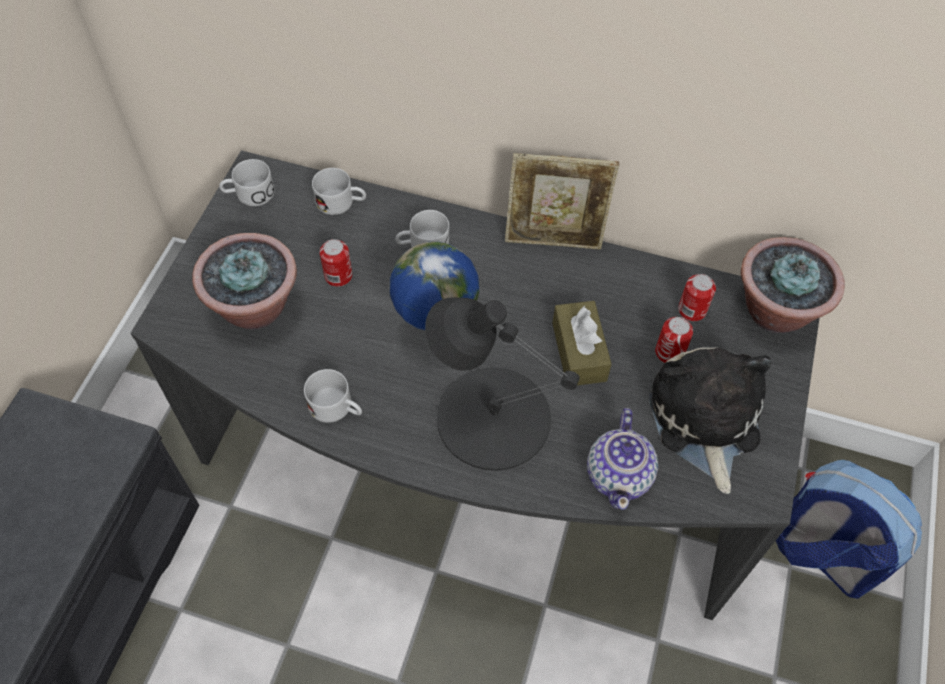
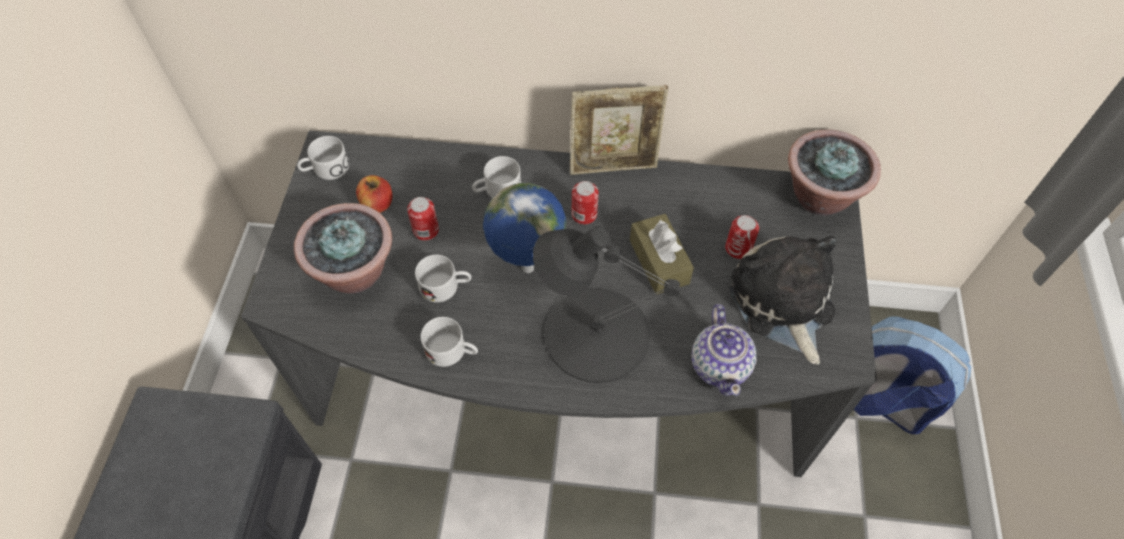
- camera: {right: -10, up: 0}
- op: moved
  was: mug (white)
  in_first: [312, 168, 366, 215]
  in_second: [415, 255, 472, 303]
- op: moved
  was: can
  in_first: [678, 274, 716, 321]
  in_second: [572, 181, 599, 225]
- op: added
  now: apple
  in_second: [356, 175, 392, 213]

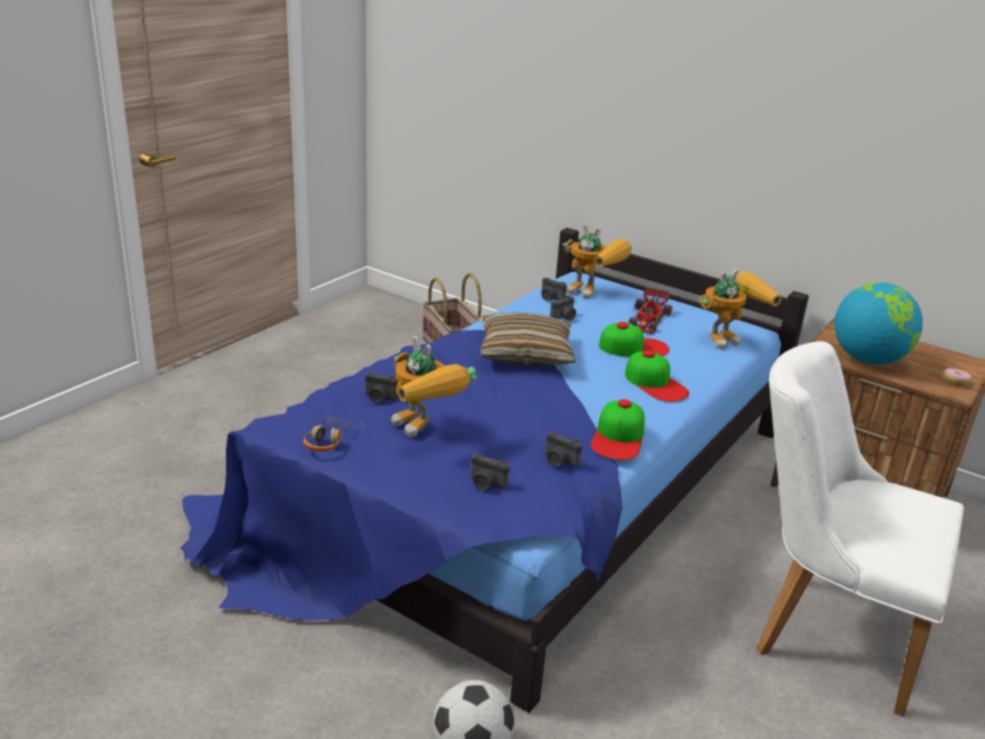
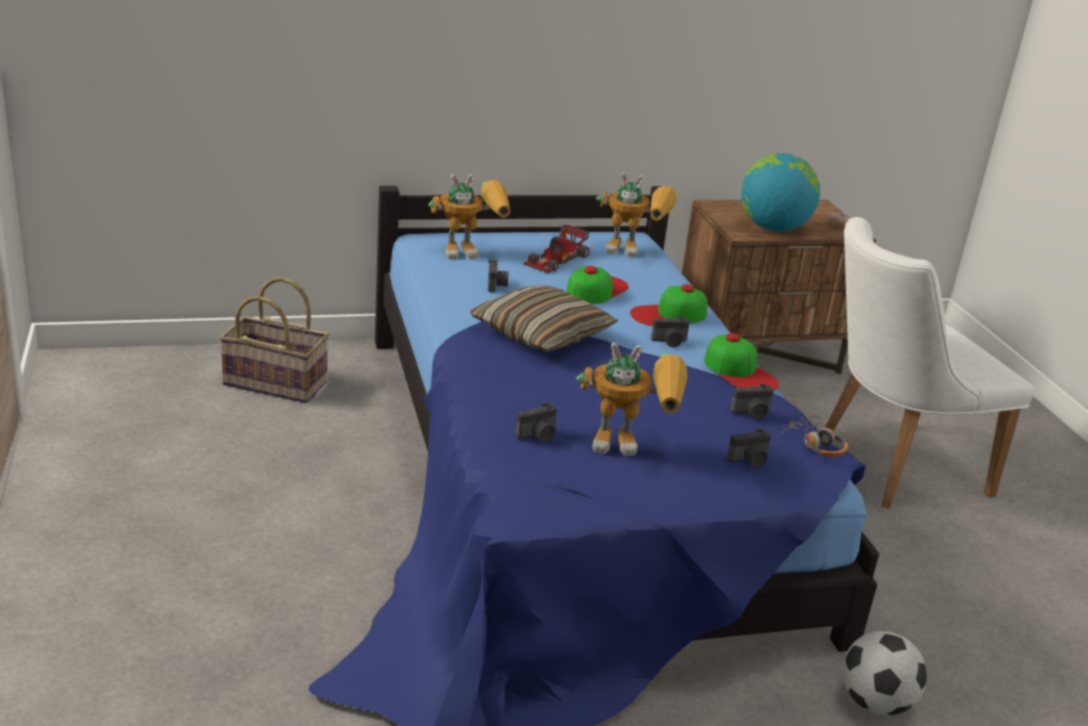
- camera: {right: -50, up: 0}
- op: turned
  was: toy robot
  in_first: [700, 269, 782, 349]
  in_second: [596, 173, 677, 257]
  clockwise: 90
- op: moved
  was: photo camera
  in_first: [541, 277, 567, 301]
  in_second: [651, 316, 690, 347]
- op: turned
  was: toy car
  in_first: [629, 287, 673, 334]
  in_second: [523, 224, 590, 273]
  clockwise: 60
- op: turned
  was: cap
  in_first: [625, 350, 689, 402]
  in_second: [630, 284, 708, 326]
  clockwise: 150
- op: moved
  was: headphones
  in_first: [303, 416, 364, 452]
  in_second: [781, 416, 848, 457]

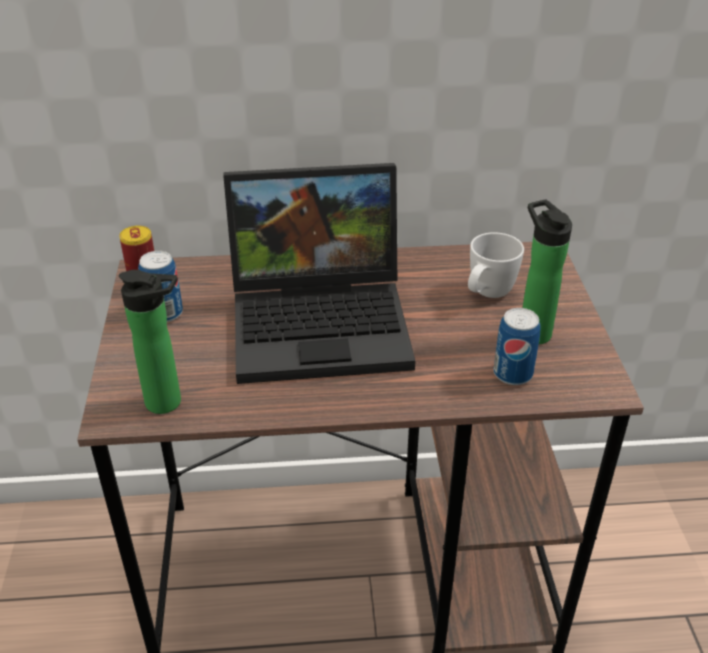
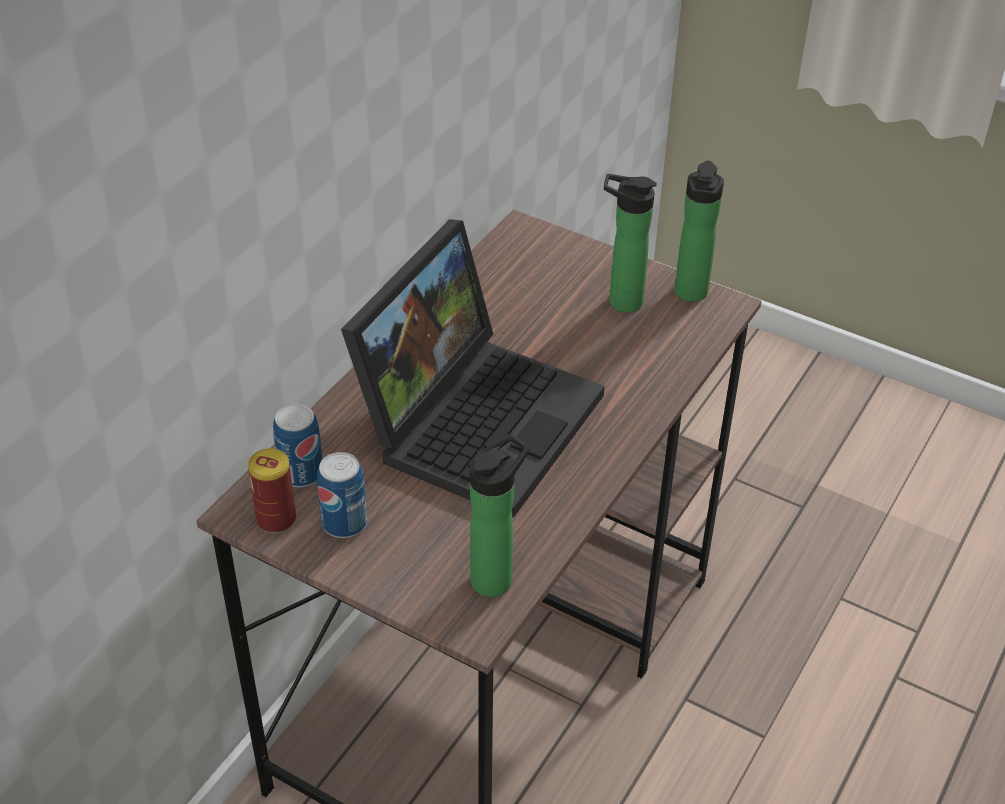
- camera: {right: -55, up: 5}
- op: removed
  was: mug (white)
  in_first: [468, 232, 524, 298]
- op: moved
  was: can
  in_first: [493, 308, 541, 385]
  in_second: [273, 403, 322, 487]
- op: added
  now: bottle
  in_second: [675, 160, 724, 302]

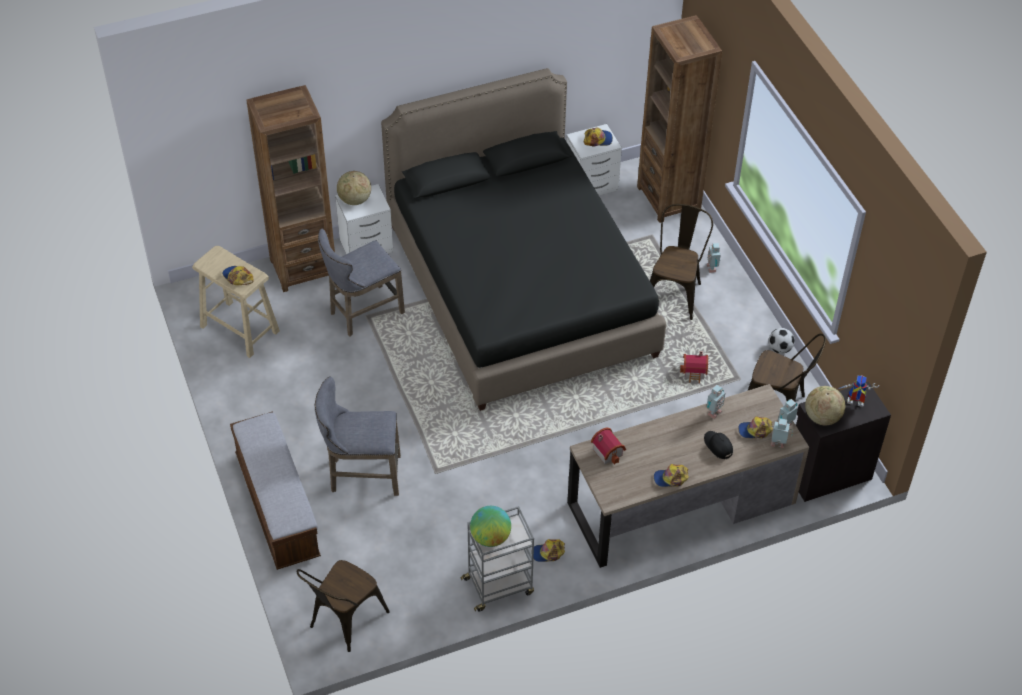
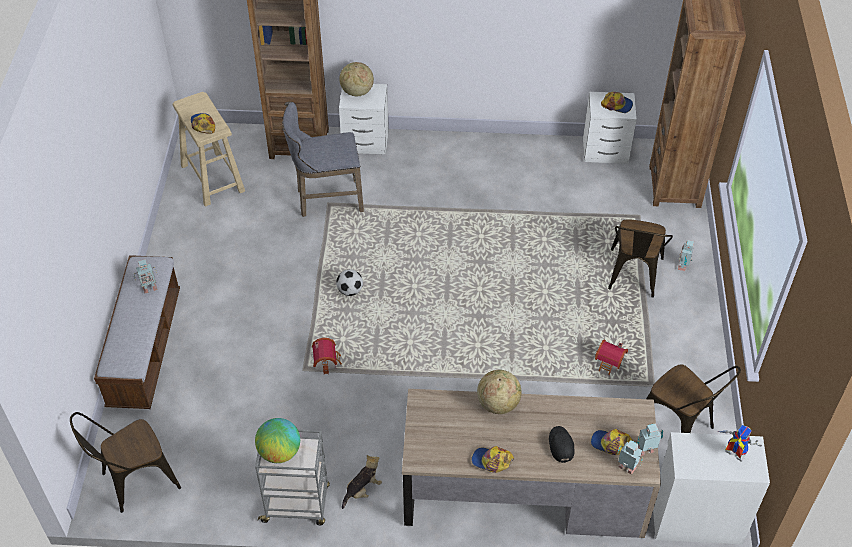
- camera: {right: 25, up: 0}
- op: removed
  was: bed (black)
  in_first: [381, 68, 666, 411]
- op: turned
  was: chair (brown)
  in_first: [650, 204, 713, 320]
  in_second: [608, 219, 673, 298]
  clockwise: 150
- op: moved
  was: football
  in_first: [769, 328, 795, 354]
  in_second: [336, 269, 363, 296]
- op: removed
  was: stool (grey)
  in_first: [315, 376, 401, 496]
- op: recoloured
  was: cabinet (black)
  now: cabinet (white)
  in_first: [796, 382, 891, 502]
  in_second: [653, 432, 770, 544]
- op: moved
  was: toy robot
  in_first: [706, 385, 725, 419]
  in_second: [134, 259, 158, 293]
- op: moved
  was: globe
  in_first: [805, 386, 845, 426]
  in_second: [477, 370, 522, 414]
- op: moved
  was: toy house
  in_first: [591, 427, 626, 465]
  in_second: [312, 338, 342, 374]
- op: replaced
  was: cap
  now: plush toy
  in_first: [531, 539, 565, 562]
  in_second: [342, 455, 382, 509]

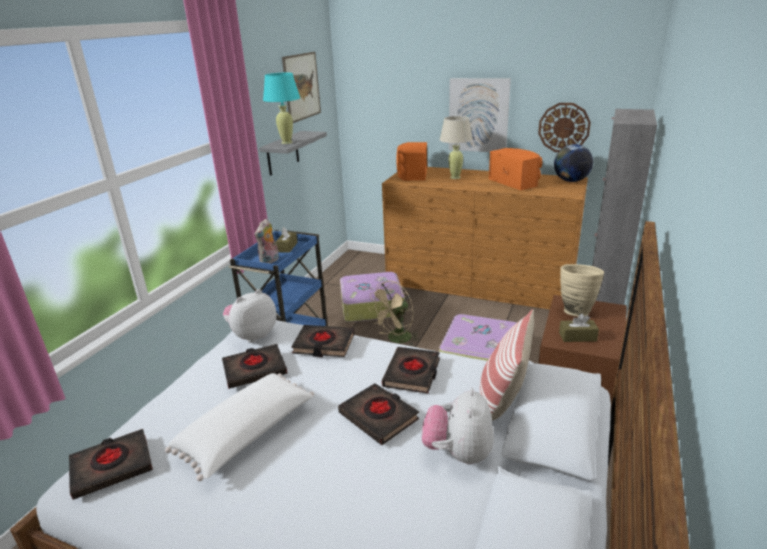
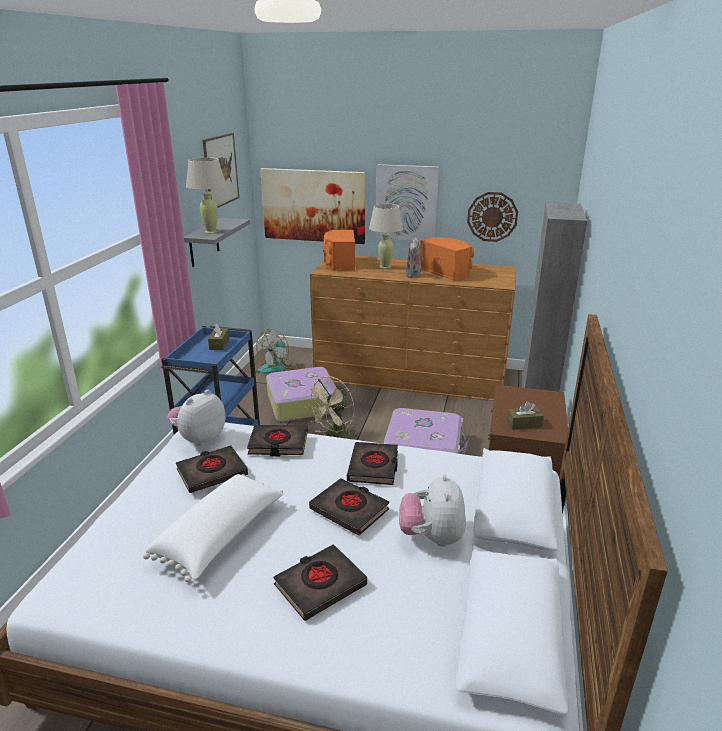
- camera: {right: -10, up: 0}
- op: recoloured
  was: table lamp (turquoise)
  now: table lamp (beige)
  in_first: [263, 73, 300, 144]
  in_second: [186, 157, 226, 234]
- op: removed
  was: globe
  in_first: [554, 144, 593, 182]
- op: moved
  was: plush toy
  in_first: [254, 219, 279, 264]
  in_second: [406, 237, 423, 278]
- op: removed
  was: vase (beige)
  in_first: [560, 264, 604, 316]
- op: removed
  was: pillow
  in_first: [480, 309, 534, 421]
- op: moved
  was: book (black)
  in_first: [69, 429, 153, 500]
  in_second: [273, 544, 367, 621]
- op: added
  now: picture
  in_second: [260, 168, 365, 244]
- op: added
  now: fan
  in_second: [256, 329, 292, 374]

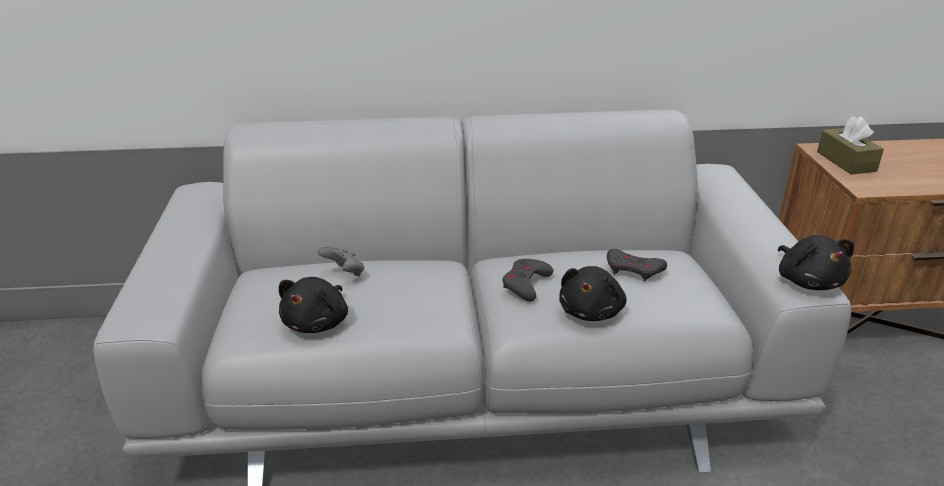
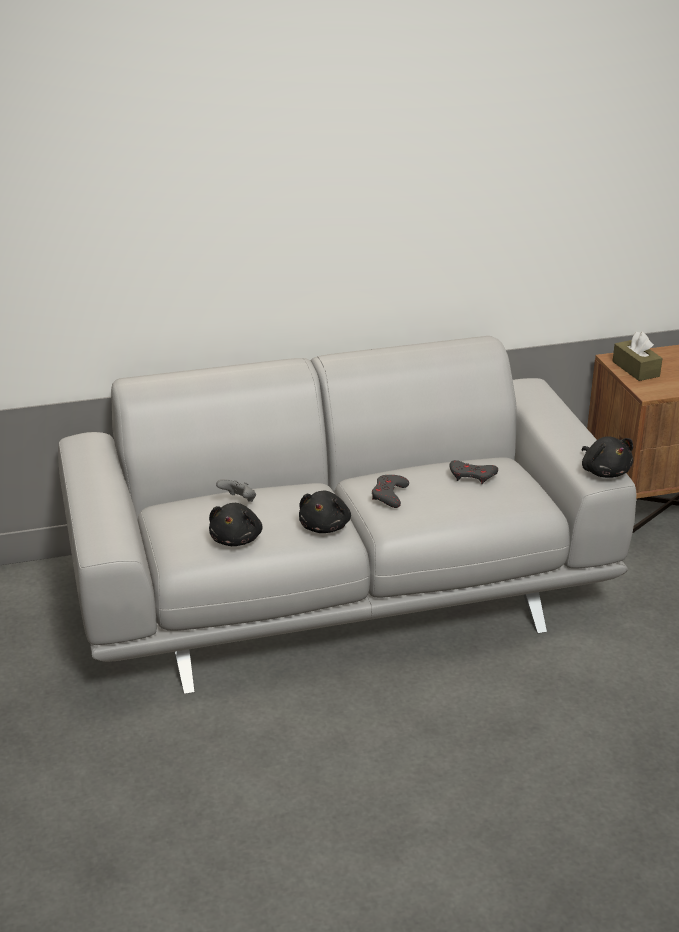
- camera: {right: -10, up: 0}
- op: moved
  was: plush toy (black)
  in_first: [559, 266, 627, 321]
  in_second: [299, 491, 351, 533]

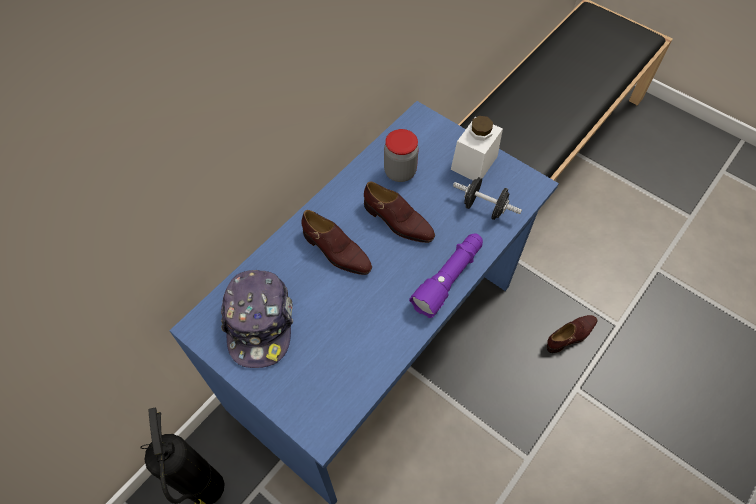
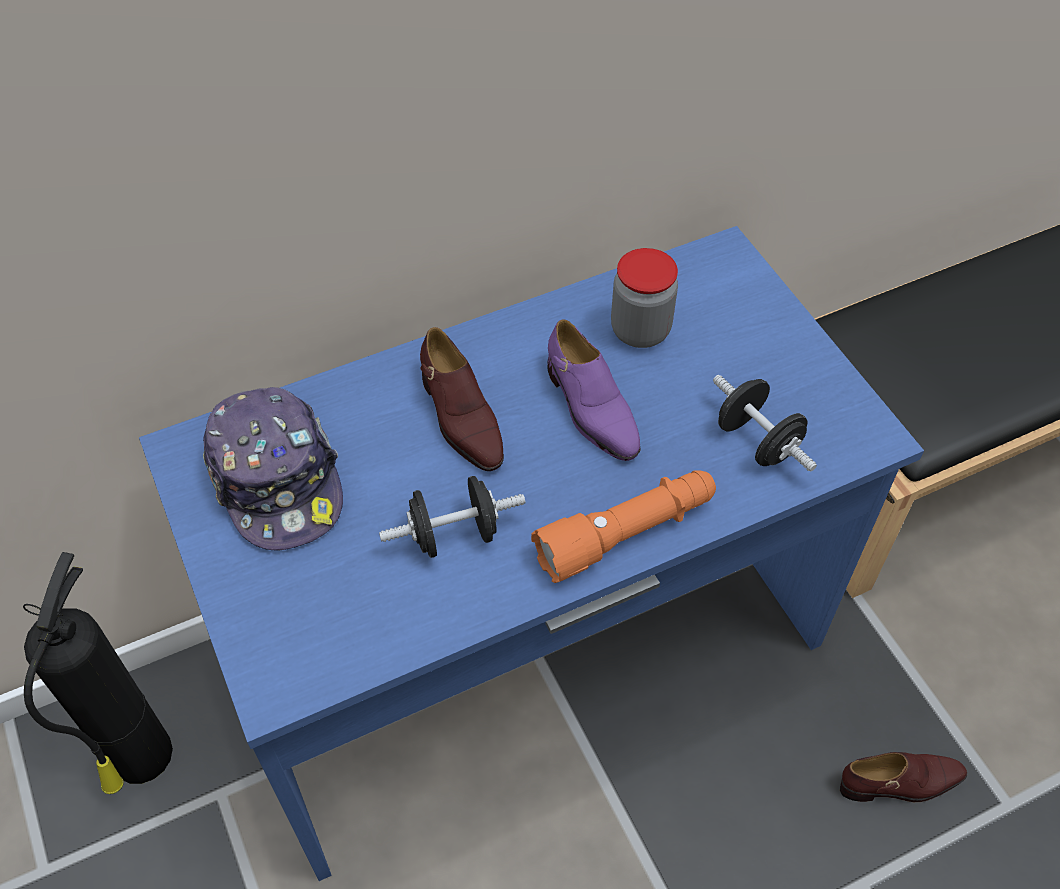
- camera: {right: 25, up: -5}
- op: removed
  was: jar (white)
  in_first: [451, 116, 503, 180]
- op: recoloured
  was: shoe (brown)
  now: shoe (purple)
  in_first: [364, 182, 435, 243]
  in_second: [547, 319, 641, 461]
- op: recoloured
  was: flashlight (purple)
  now: flashlight (orange)
  in_first: [409, 233, 483, 318]
  in_second: [531, 471, 716, 583]
- op: turned
  was: cap
  in_first: [221, 270, 293, 368]
  in_second: [203, 387, 343, 551]
  clockwise: -45
- op: added
  now: dumbbell (black)
  in_second: [379, 476, 526, 558]

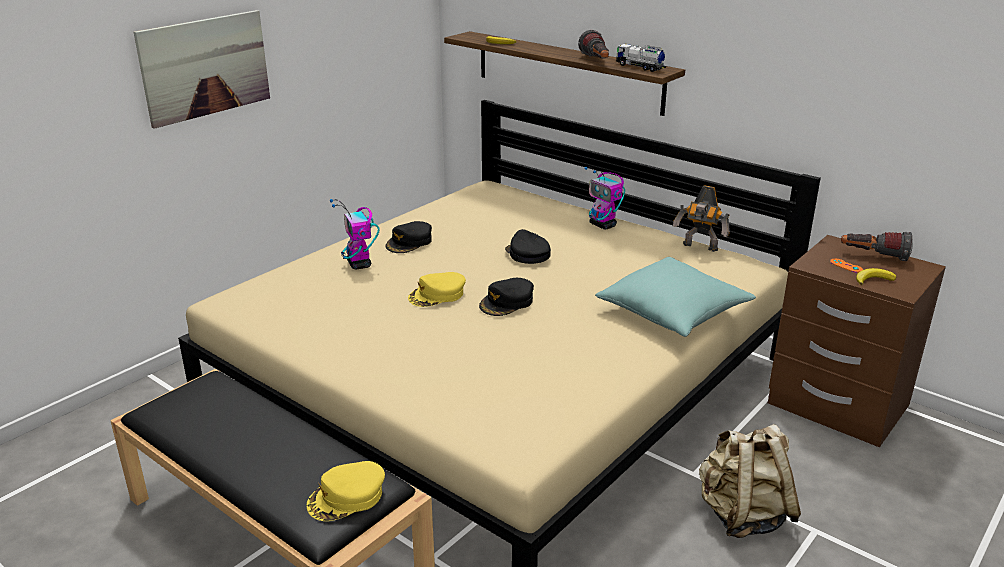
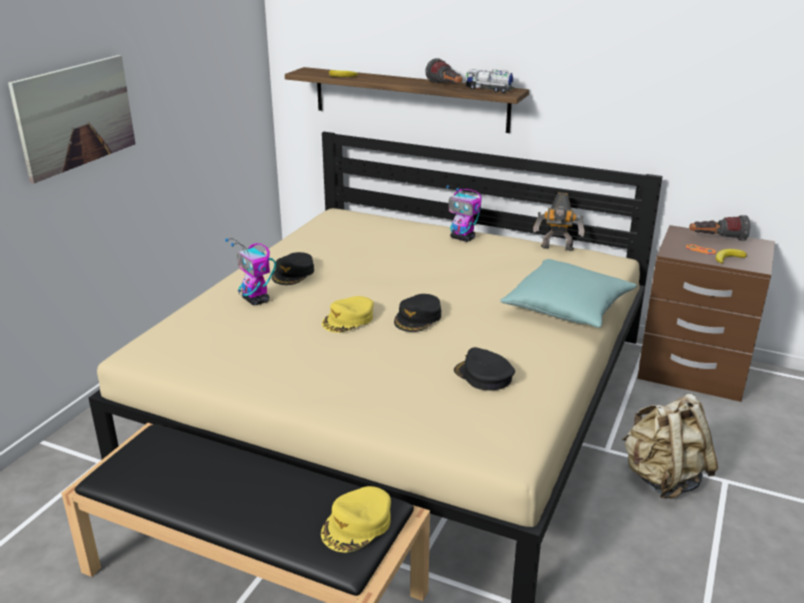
- camera: {right: -15, up: 0}
- op: moved
  was: cap (black)
  in_first: [505, 229, 551, 264]
  in_second: [454, 347, 515, 390]

